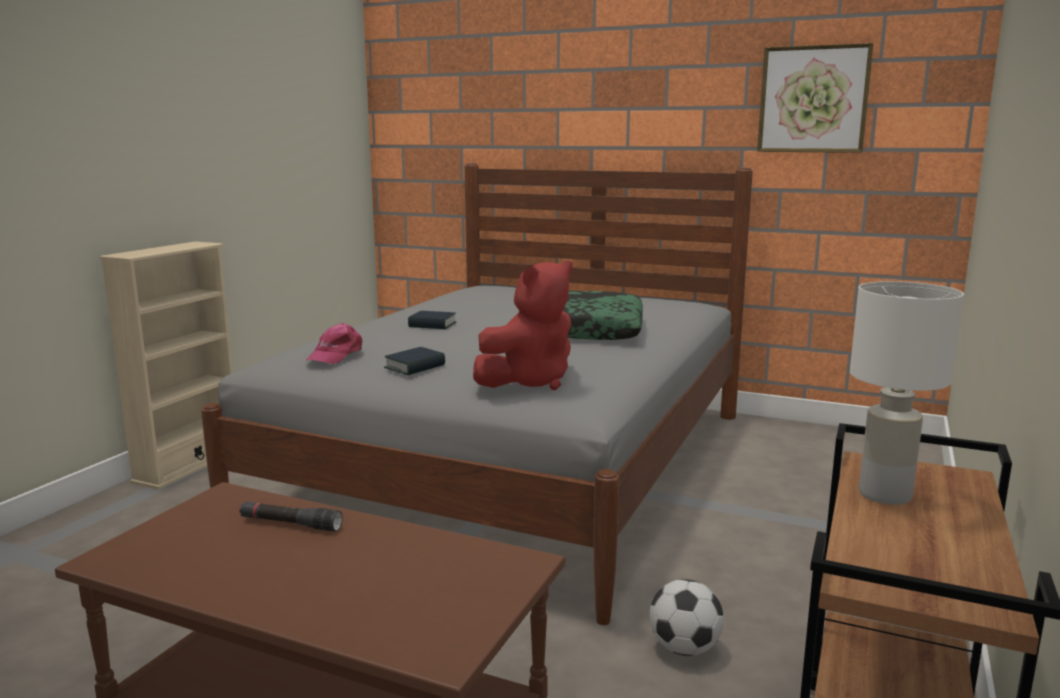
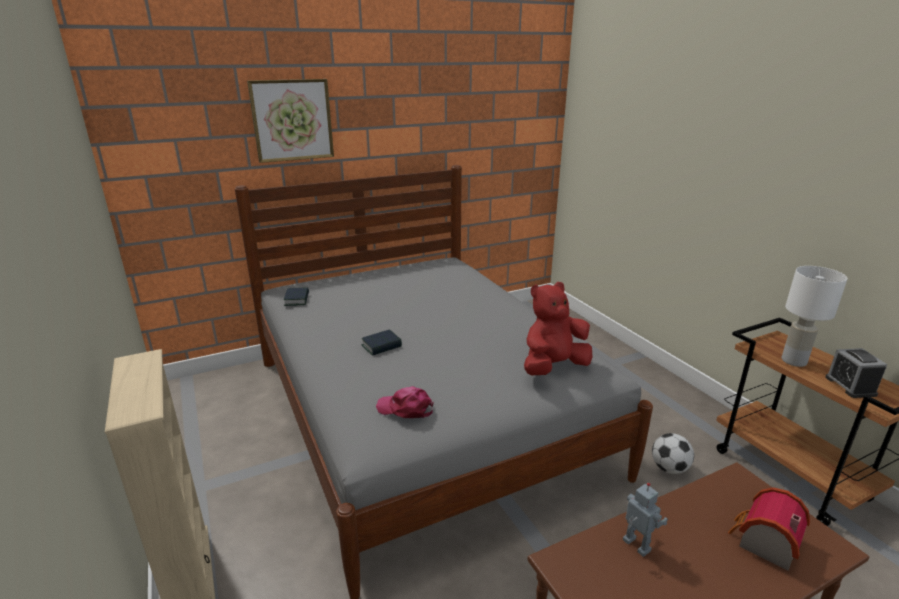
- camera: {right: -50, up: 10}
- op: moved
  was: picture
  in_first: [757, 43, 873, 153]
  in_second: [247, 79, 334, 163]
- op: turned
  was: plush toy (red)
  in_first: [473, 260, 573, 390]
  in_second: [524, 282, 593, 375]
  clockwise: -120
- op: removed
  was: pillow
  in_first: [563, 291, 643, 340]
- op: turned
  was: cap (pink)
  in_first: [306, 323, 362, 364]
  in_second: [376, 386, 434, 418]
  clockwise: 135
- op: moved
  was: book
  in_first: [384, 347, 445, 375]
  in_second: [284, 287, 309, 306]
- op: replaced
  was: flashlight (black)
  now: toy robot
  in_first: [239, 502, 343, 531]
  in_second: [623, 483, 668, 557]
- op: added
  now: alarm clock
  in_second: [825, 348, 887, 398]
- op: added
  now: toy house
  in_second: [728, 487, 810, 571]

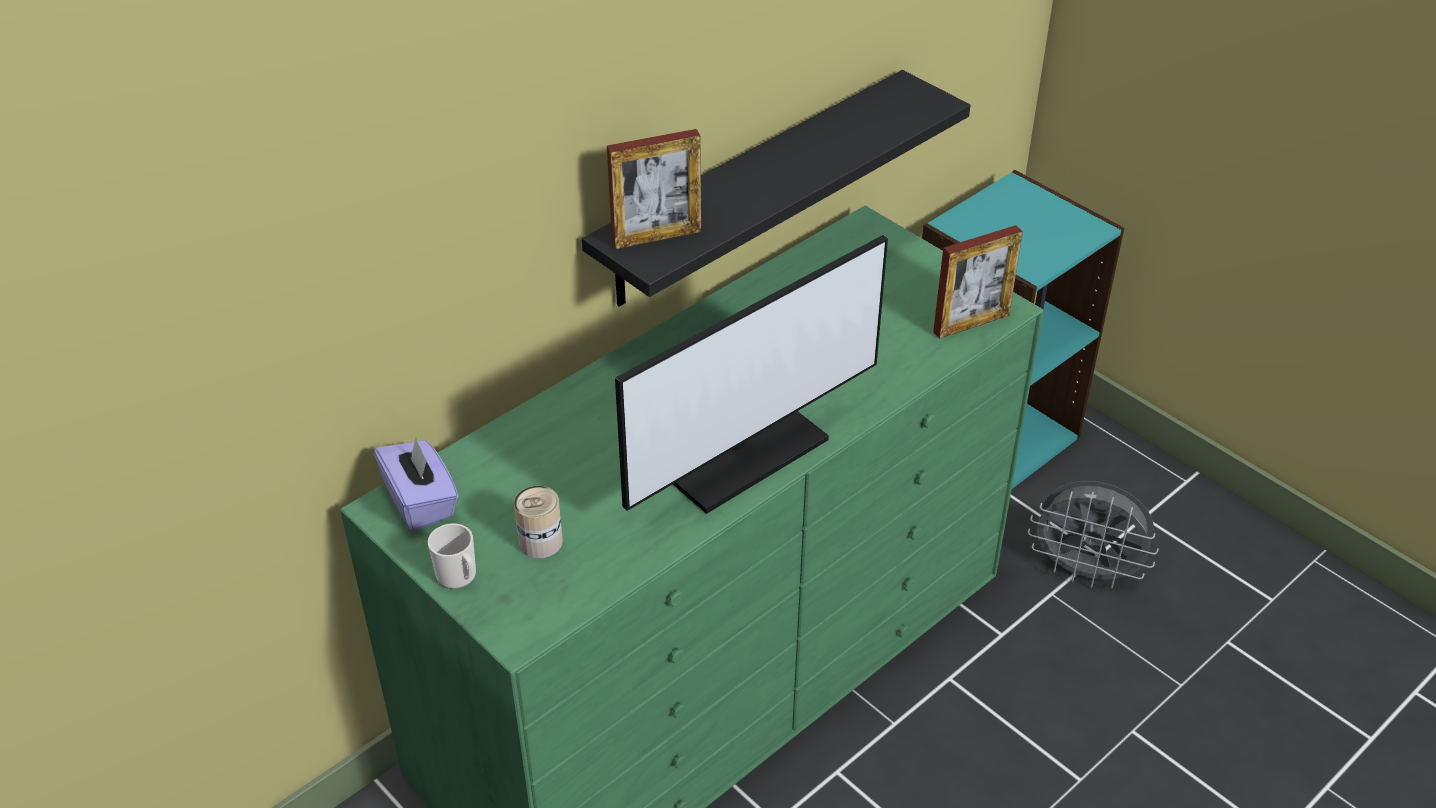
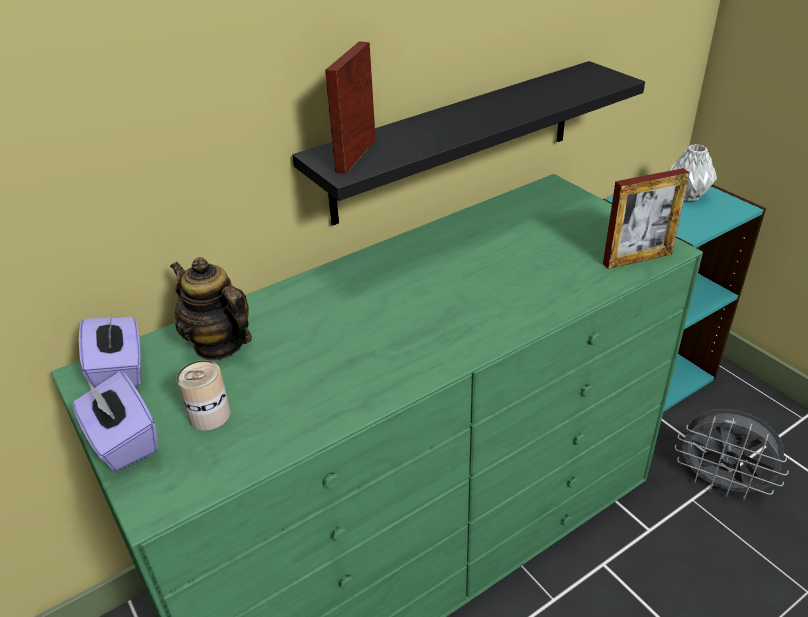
- camera: {right: 10, up: -5}
- op: turned
  was: picture frame
  in_first: [607, 129, 701, 249]
  in_second: [325, 41, 376, 174]
  clockwise: 120
- op: removed
  was: monitor
  in_first: [615, 235, 888, 514]
- op: replaced
  was: mug
  now: tissue box (purple)
  in_first: [428, 523, 476, 589]
  in_second: [73, 372, 158, 471]
- op: added
  now: vase (grey)
  in_second: [669, 144, 717, 201]
- op: added
  now: teapot
  in_second: [170, 257, 252, 360]

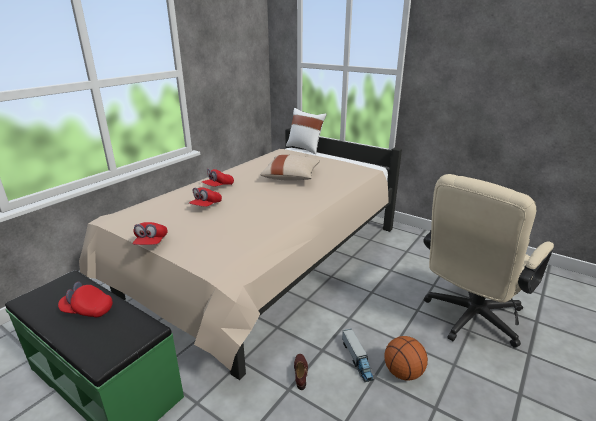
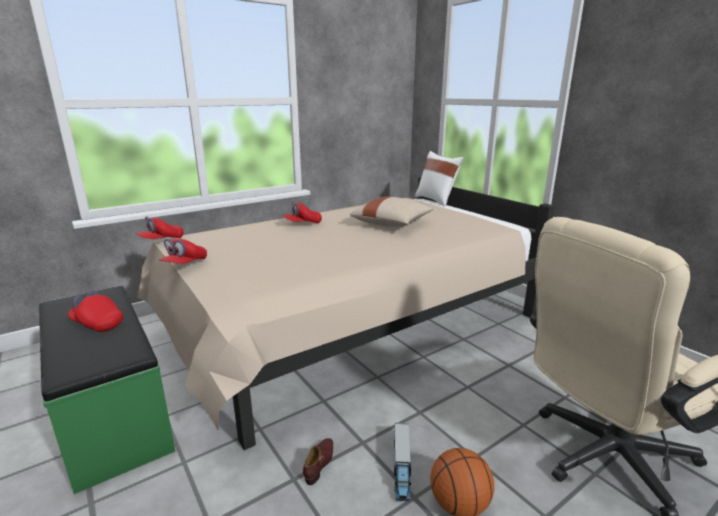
- camera: {right: 20, up: -5}
- op: moved
  was: cap (red)
  in_first: [189, 187, 222, 207]
  in_second: [136, 216, 184, 239]

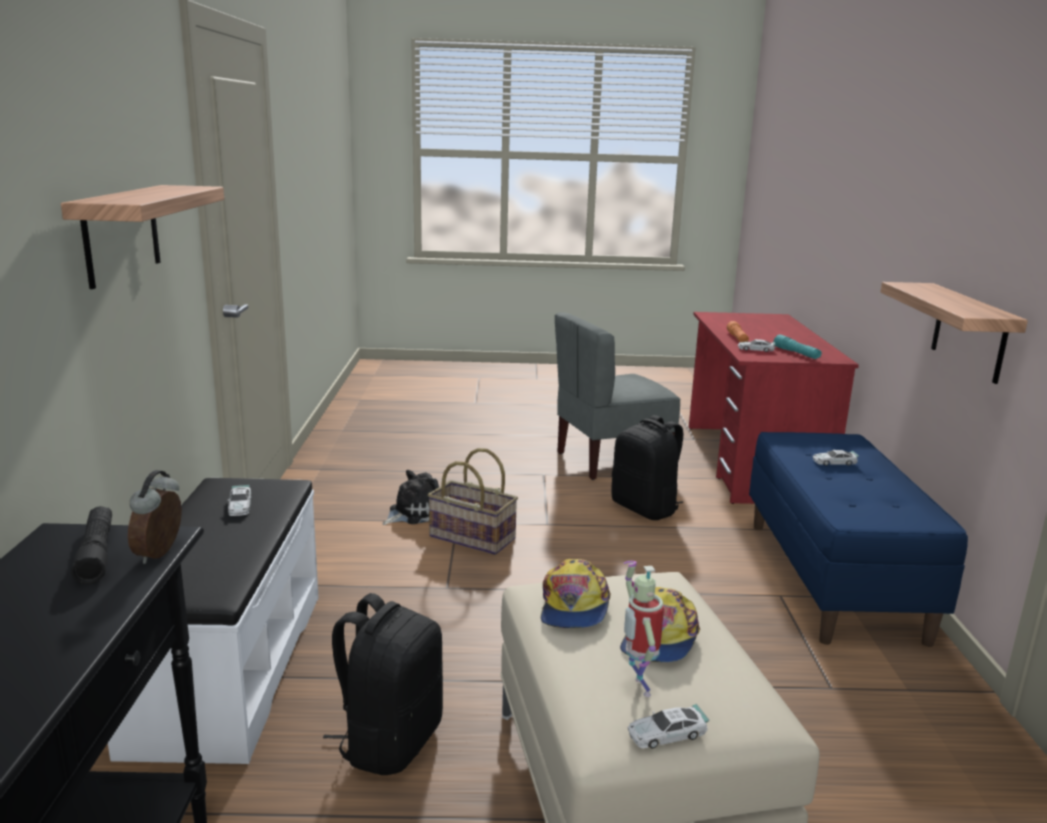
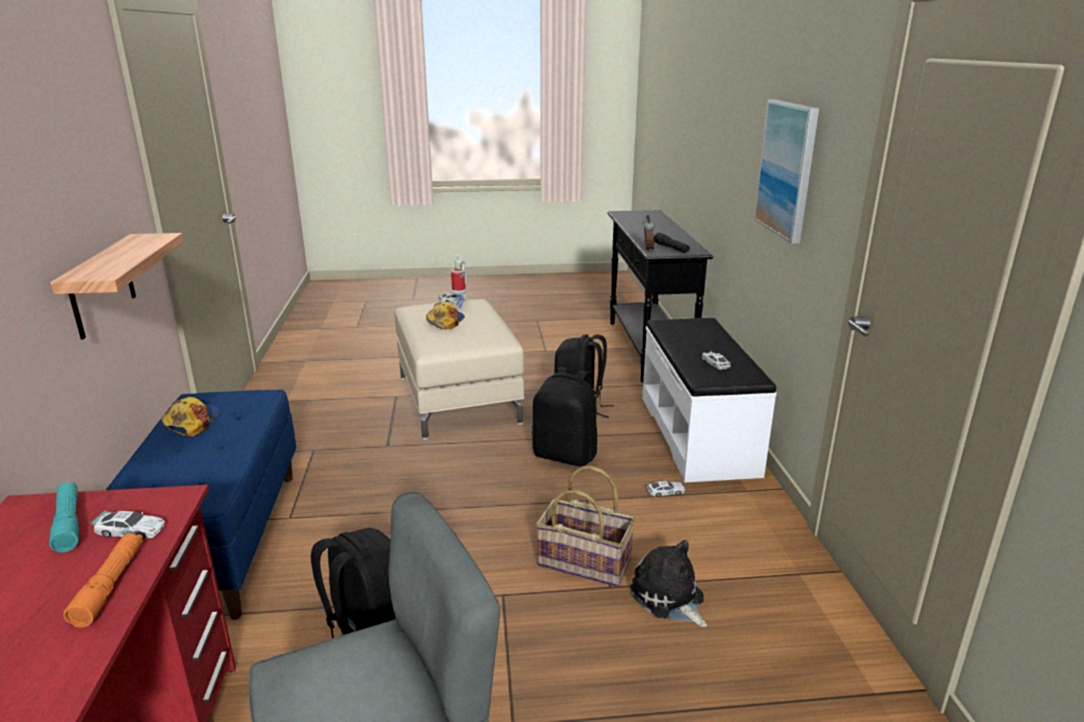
- camera: {right: 175, up: 5}
- op: replaced
  was: shelf
  now: picture
  in_first: [61, 185, 224, 289]
  in_second: [754, 100, 819, 244]
- op: moved
  was: toy car
  in_first: [813, 450, 859, 466]
  in_second: [647, 481, 685, 497]
- op: turned
  was: plush toy
  in_first: [382, 470, 439, 525]
  in_second: [630, 540, 707, 627]
  clockwise: 105
- op: moved
  was: cap
  in_first: [541, 559, 611, 628]
  in_second: [162, 397, 220, 436]
- op: added
  now: backpack (black)
  in_second: [532, 367, 597, 466]

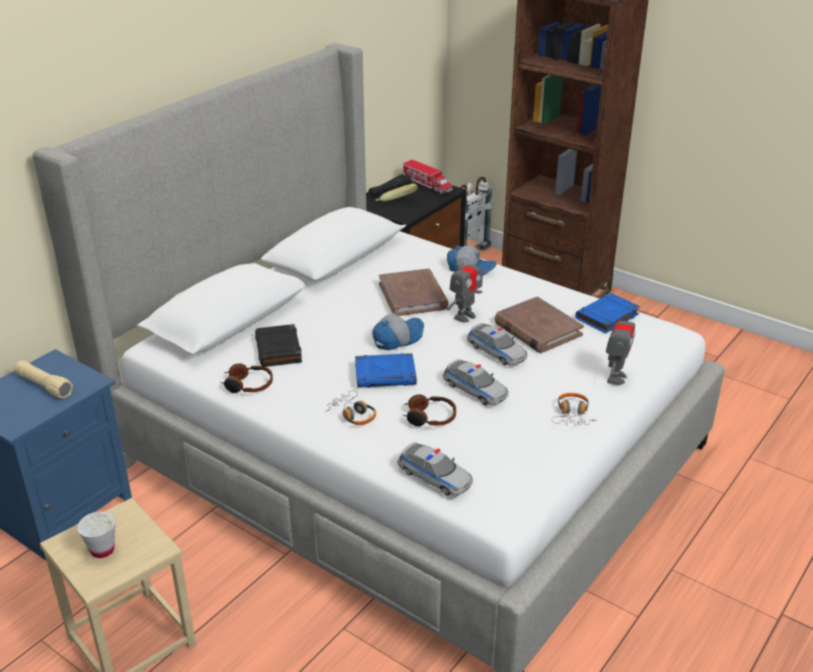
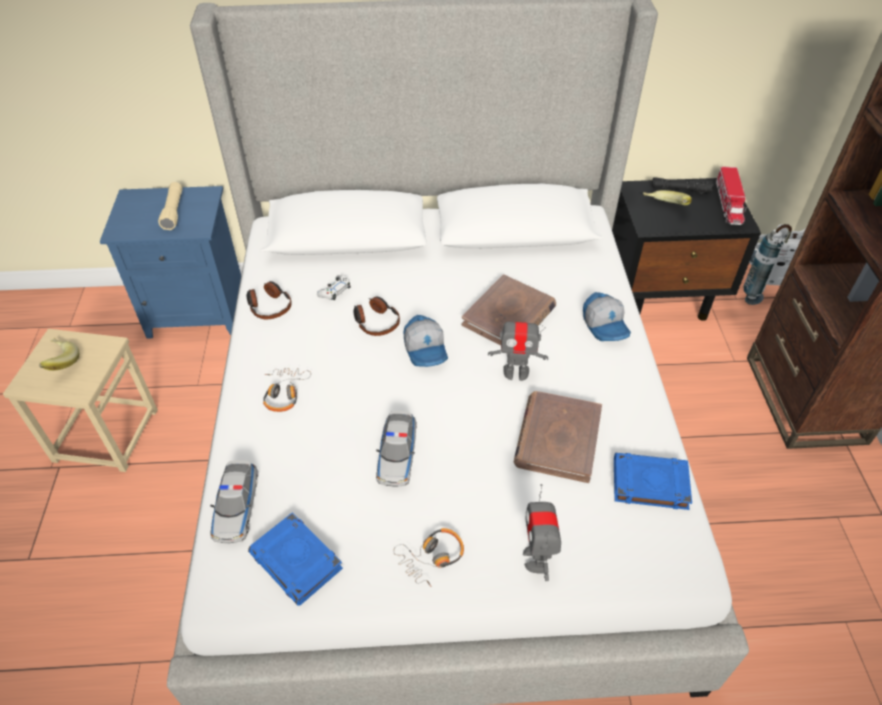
- camera: {right: 50, up: 15}
- op: turned
  was: toy robot
  in_first: [606, 307, 635, 385]
  in_second: [523, 484, 561, 581]
  clockwise: 105
- op: turned
  was: cap
  in_first: [372, 314, 424, 350]
  in_second: [404, 315, 448, 367]
  clockwise: 60
- op: removed
  was: toy car
  in_first: [467, 323, 528, 366]
- op: replaced
  was: book (black)
  now: game controller (white)
  in_first: [255, 324, 302, 367]
  in_second: [317, 275, 351, 300]
- op: moved
  was: book (blue)
  in_first: [355, 353, 417, 388]
  in_second: [248, 512, 343, 606]
- op: moved
  was: headphones
  in_first: [403, 394, 456, 426]
  in_second: [353, 296, 400, 336]
- op: replaced
  was: cup (white)
  now: banana
  in_first: [77, 511, 116, 558]
  in_second: [39, 338, 79, 371]

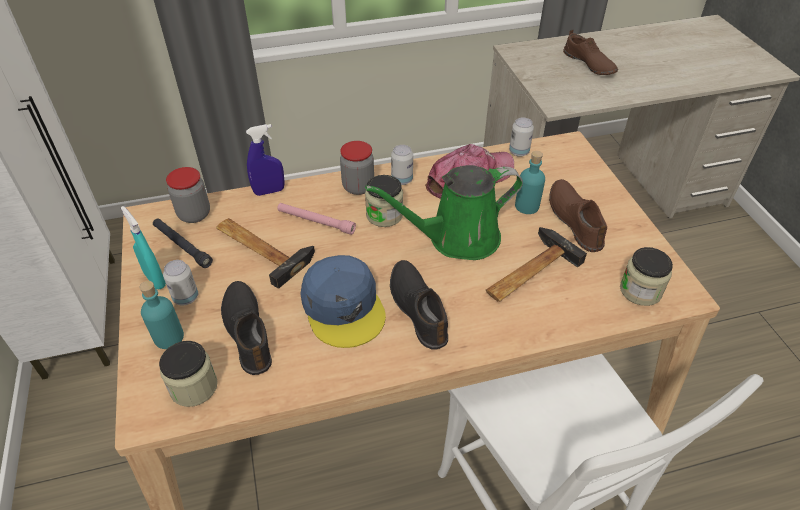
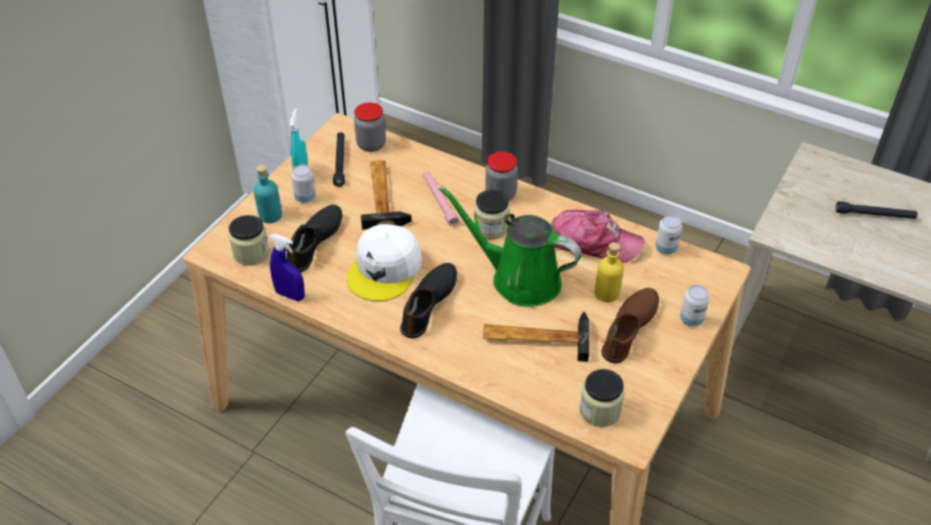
- camera: {right: 45, up: 0}
- op: replaced
  was: shoe (brown)
  now: flashlight (black)
  in_first: [563, 30, 618, 75]
  in_second: [836, 201, 918, 219]
- op: moved
  was: spray bottle (blue)
  in_first: [246, 124, 285, 196]
  in_second: [269, 234, 305, 301]
- op: moved
  was: can
  in_first: [391, 145, 413, 185]
  in_second: [680, 285, 709, 327]
- op: recoloured
  was: bottle (turquoise)
  now: bottle (yellow)
  in_first: [515, 151, 545, 214]
  in_second: [594, 242, 624, 302]
- op: recoloured
  was: cap (blue)
  now: cap (white)
  in_first: [300, 255, 386, 348]
  in_second: [347, 224, 422, 301]

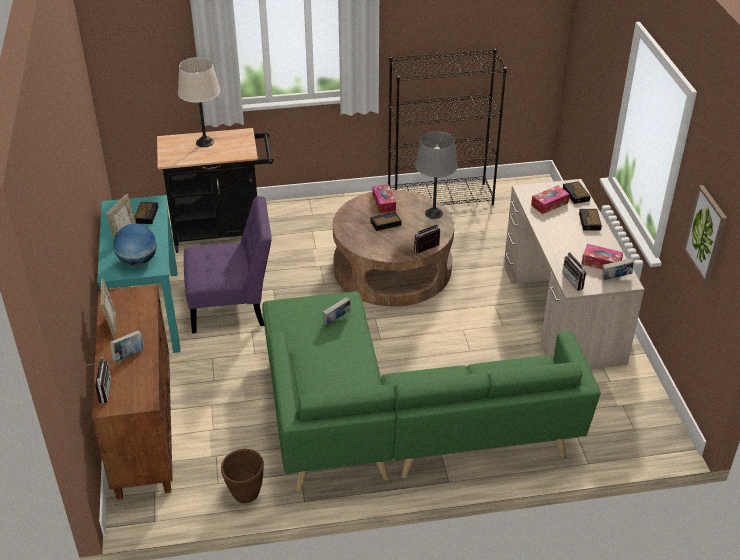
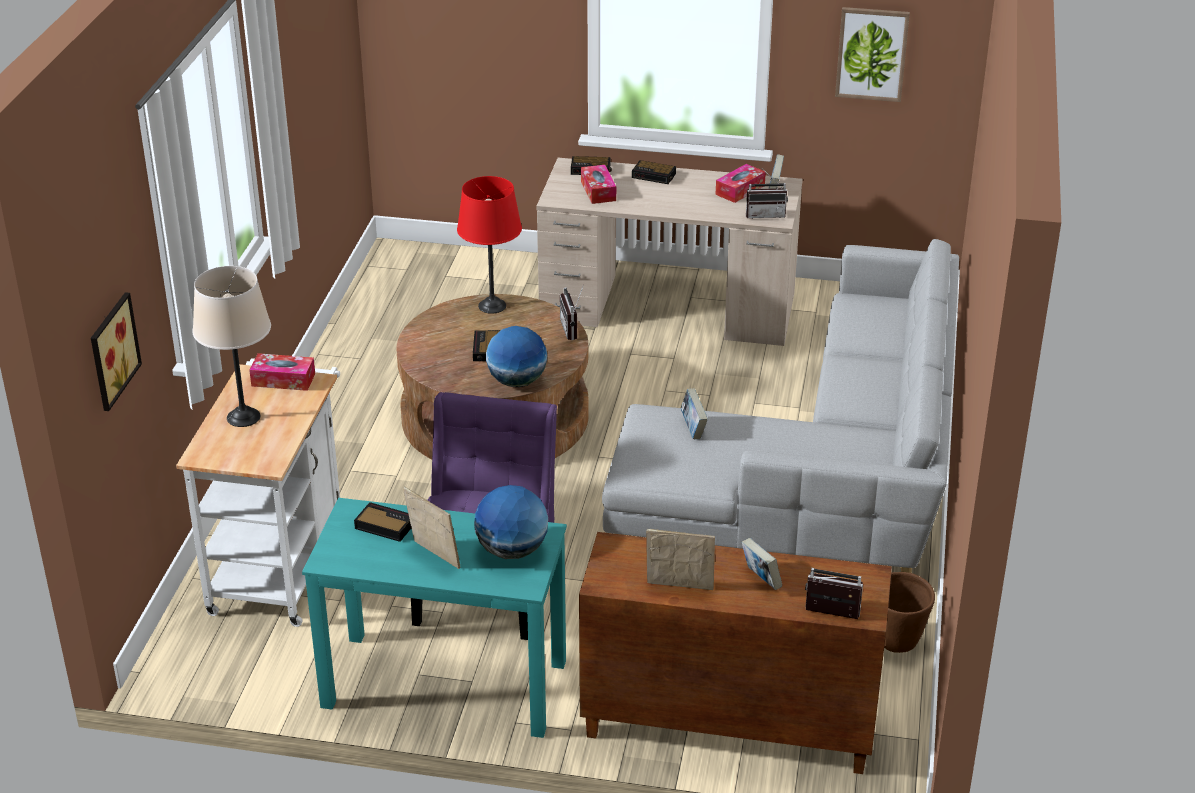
- camera: {right: -70, up: -5}
- op: removed
  was: bookcase (black)
  in_first: [388, 49, 507, 205]
- op: recoloured
  was: cart (black)
  now: cart (white)
  in_first: [157, 128, 273, 253]
  in_second: [176, 358, 340, 627]
- op: recoloured
  was: table lamp (grey)
  now: table lamp (red)
  in_first: [415, 131, 458, 219]
  in_second: [457, 176, 522, 314]
- op: moved
  was: tissue box
  in_first: [373, 184, 396, 213]
  in_second: [249, 353, 315, 391]
- op: recoloured
  was: sofa (green)
  now: sofa (grey)
  in_first: [262, 292, 601, 493]
  in_second: [602, 239, 959, 573]
- op: added
  now: picture
  in_second: [91, 292, 142, 411]
- op: added
  now: globe
  in_second: [486, 326, 547, 387]

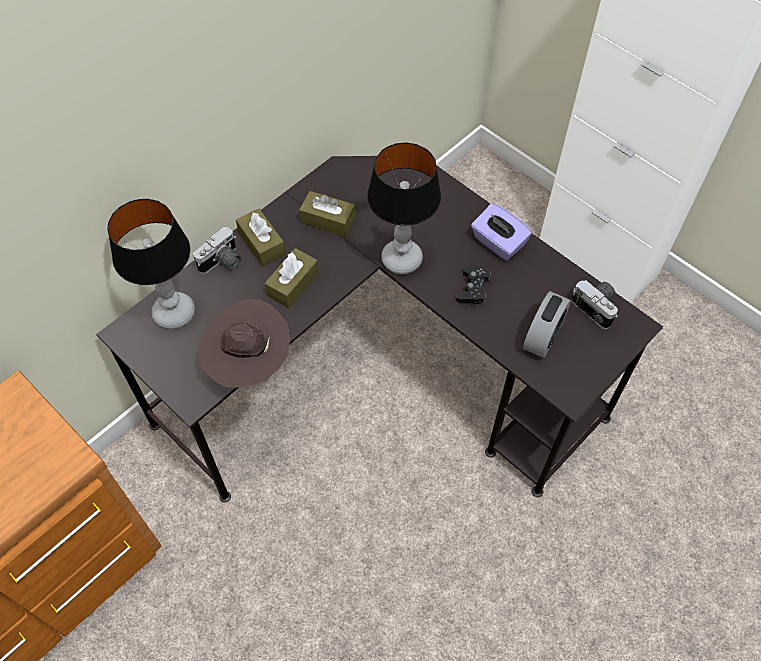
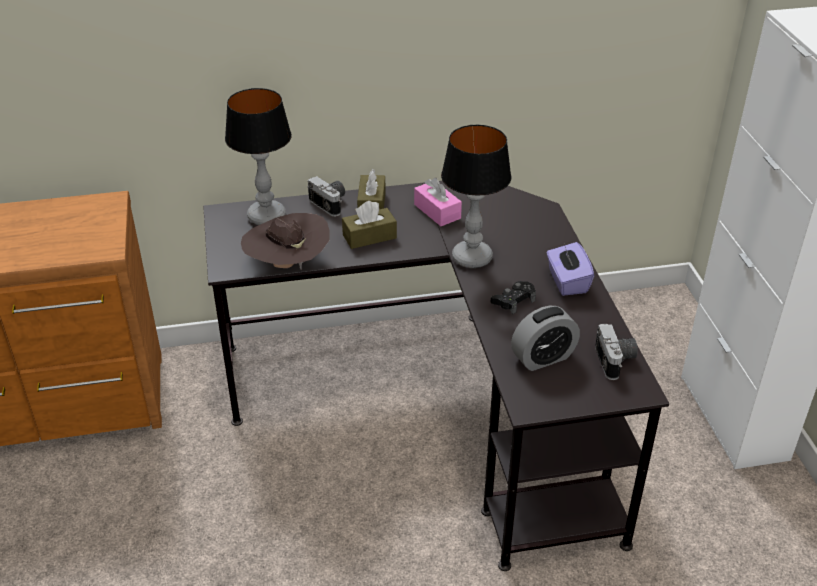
- camera: {right: 35, up: -20}
- op: recoloured
  was: tissue box (brown)
  now: tissue box (pink)
  in_first: [299, 191, 356, 237]
  in_second: [414, 178, 462, 226]
- op: turned
  was: photo camera
  in_first: [193, 227, 241, 274]
  in_second: [307, 176, 345, 217]
  clockwise: -120

